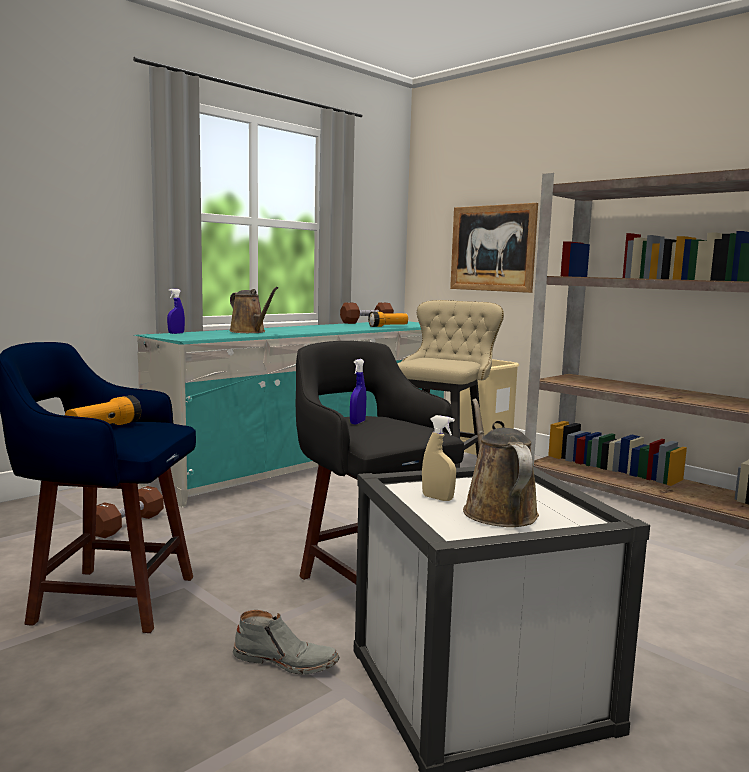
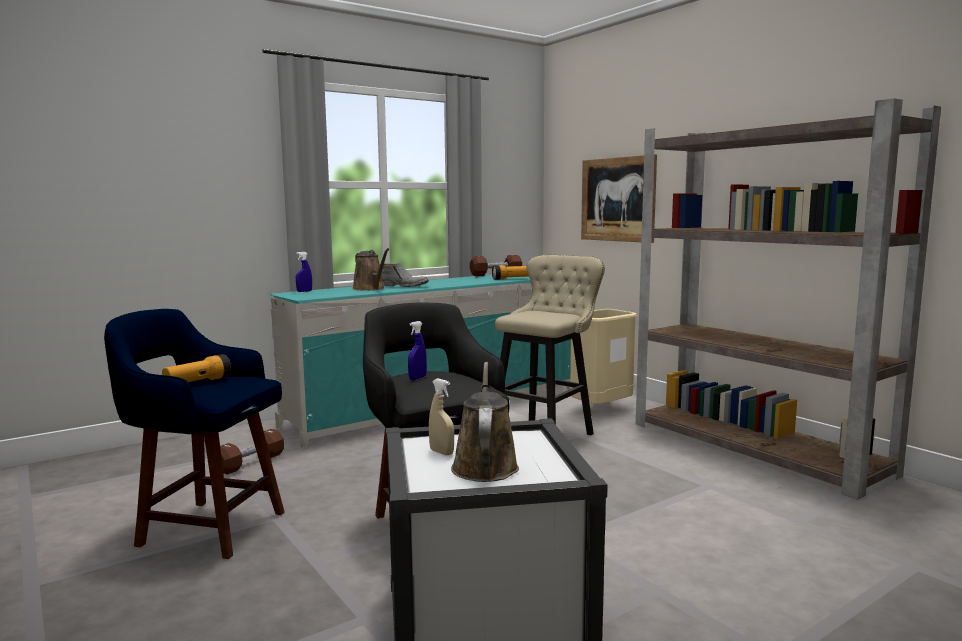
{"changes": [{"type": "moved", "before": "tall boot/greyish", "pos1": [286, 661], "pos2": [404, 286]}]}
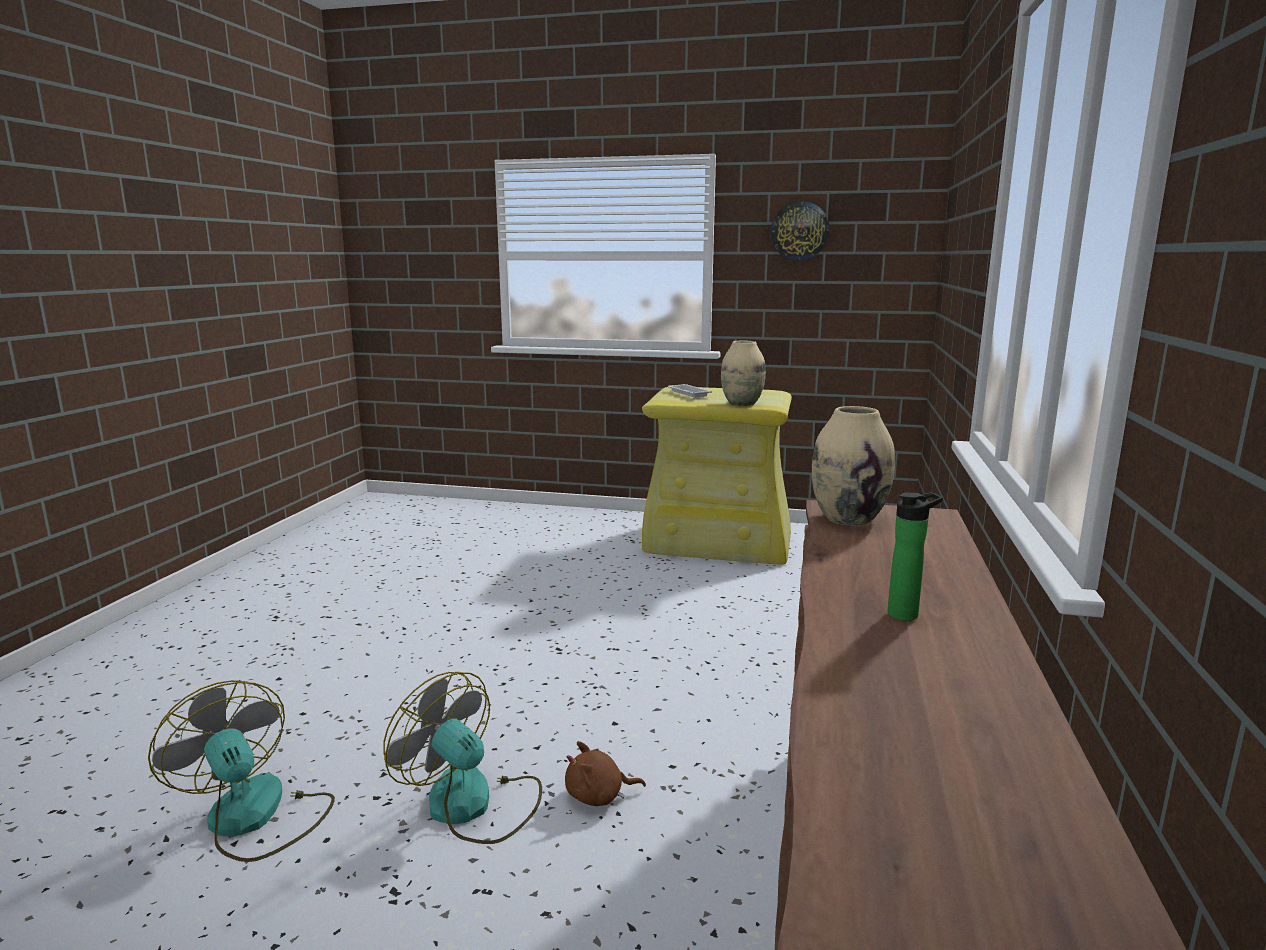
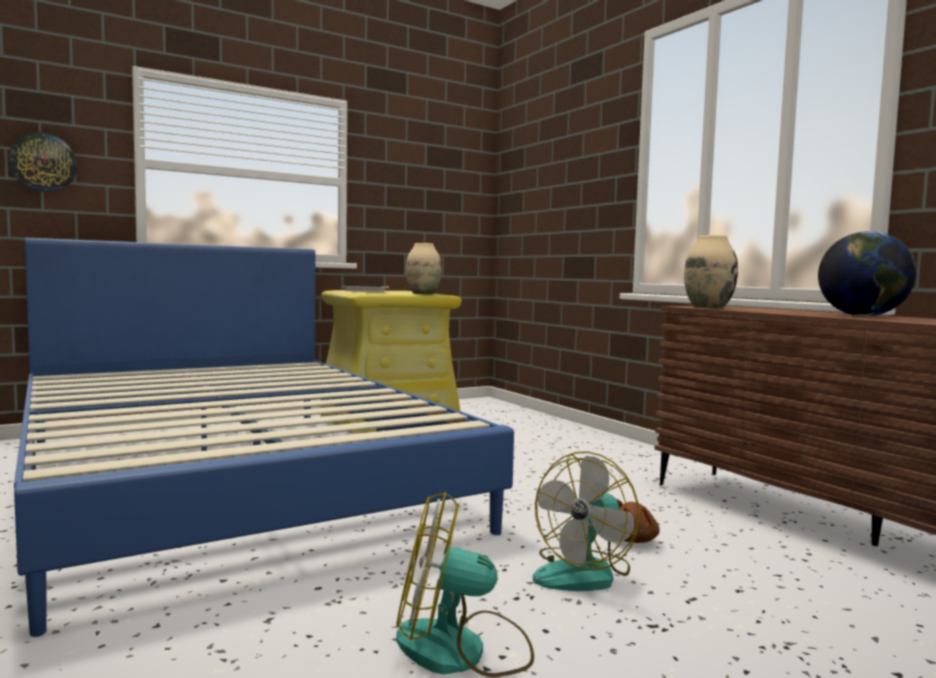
{"changes": [{"type": "moved", "before": "hanging clock", "pos1": [799, 231], "pos2": [43, 162]}, {"type": "added", "after": "bedroom bed/bluish", "pos2": [230, 481]}, {"type": "turned", "before": "electric fan", "pos1": [473, 805], "pos2": [584, 573], "turn": -45}, {"type": "replaced", "before": "drink bottle", "after": "desk globe", "pos1": [907, 614], "pos2": [863, 316]}]}
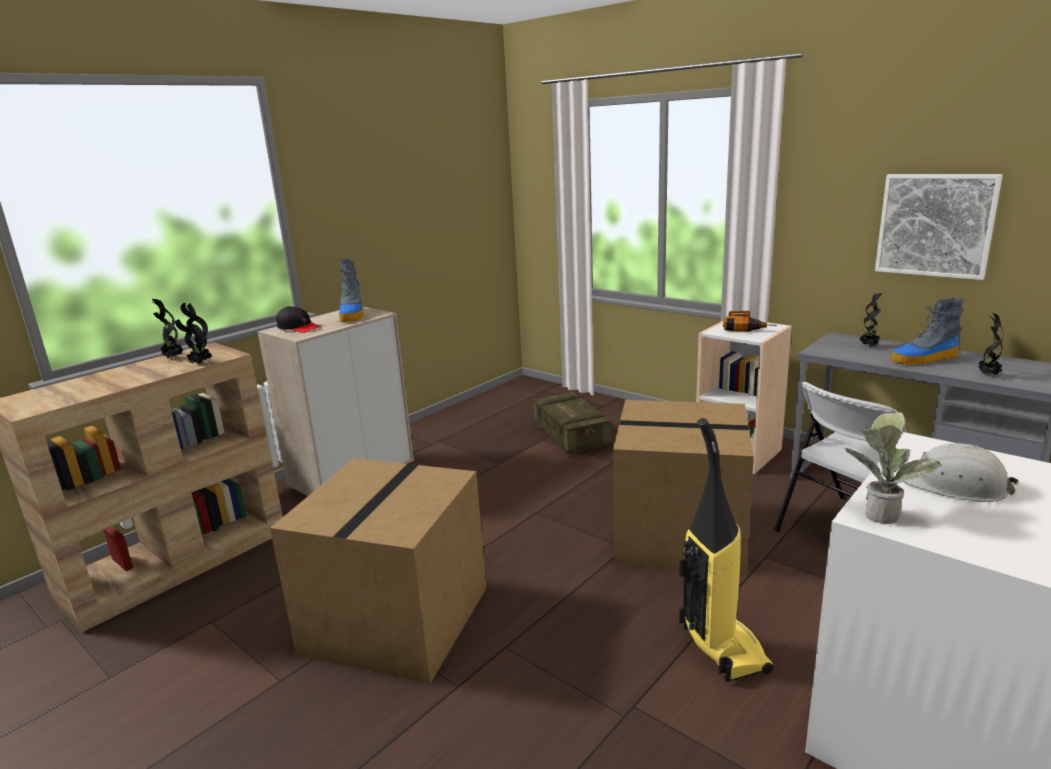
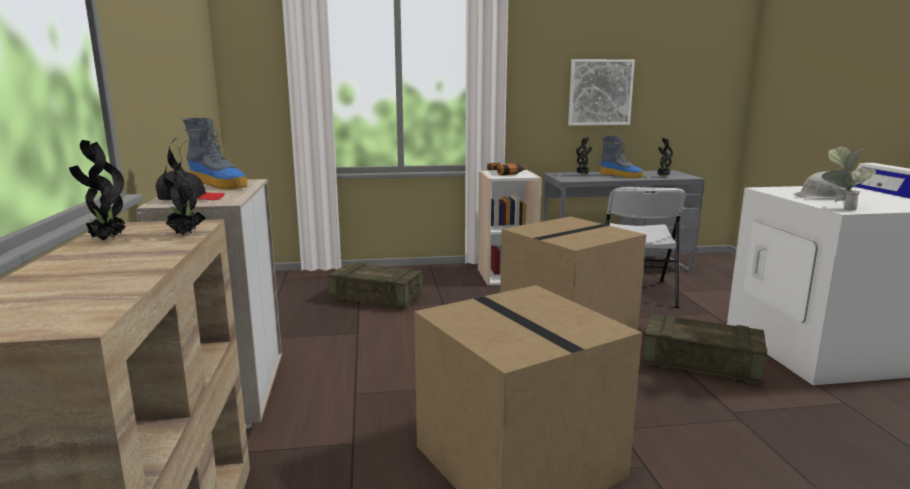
{"changes": [{"type": "turned", "before": "tall boot", "pos1": [924, 359], "pos2": [621, 175], "turn": -75}, {"type": "replaced", "before": "hoover", "after": "shipping crate", "pos1": [720, 647], "pos2": [700, 365]}]}
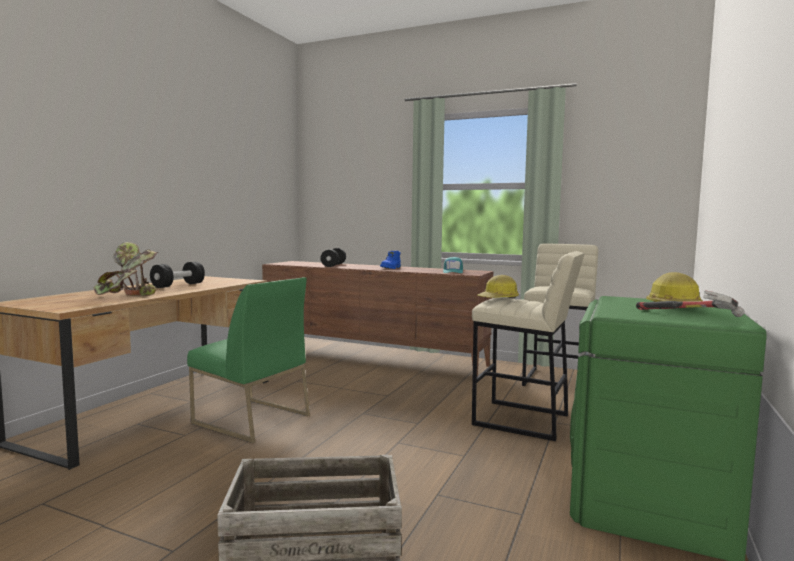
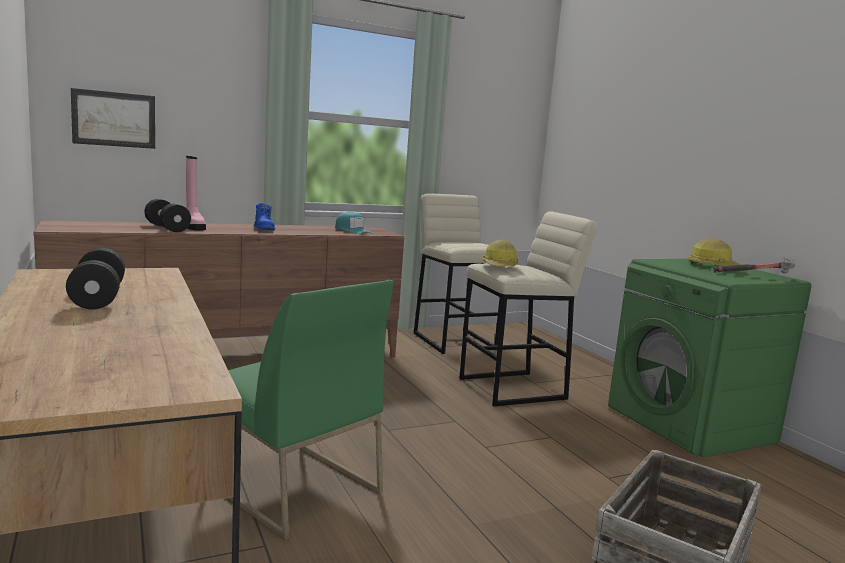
{"changes": [{"type": "added", "after": "wall art", "pos2": [114, 119]}, {"type": "added", "after": "tall boot/pinkish", "pos2": [193, 227]}, {"type": "turned", "before": "upright chair/green-coloured", "pos1": [250, 419], "pos2": [292, 487], "turn": 60}, {"type": "removed", "before": "plant in a pot", "pos1": [128, 296]}]}
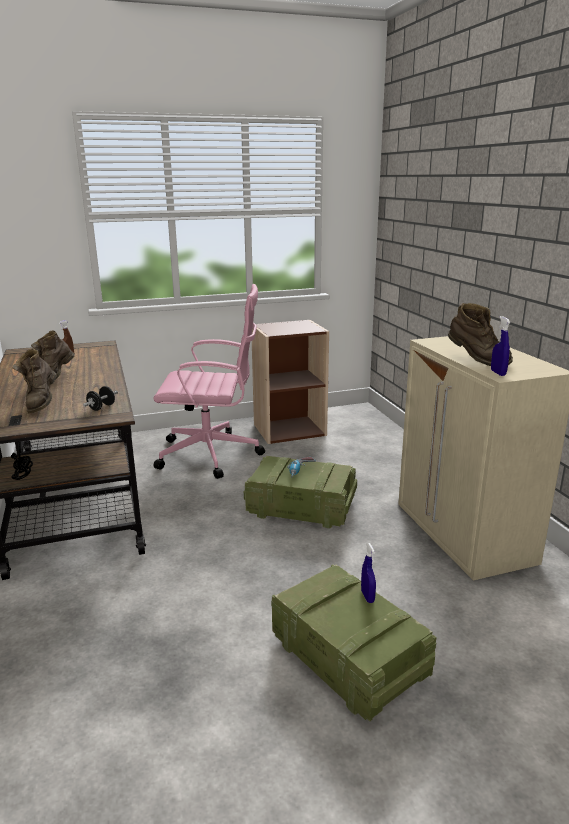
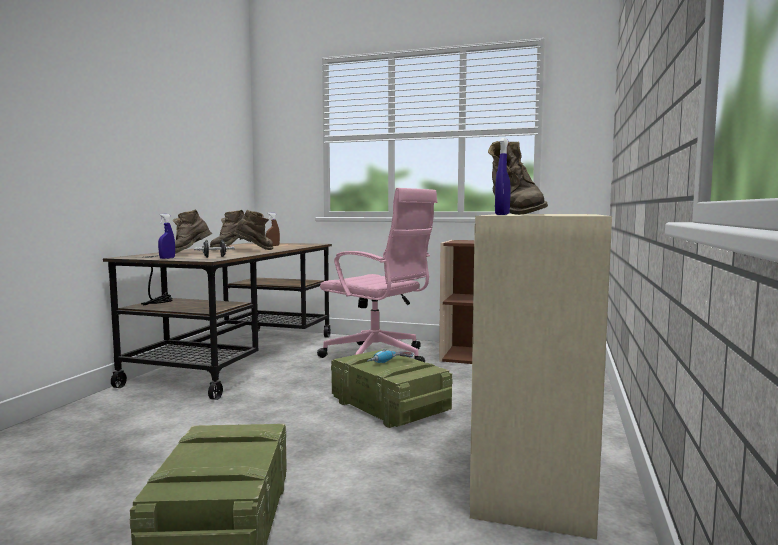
{"changes": [{"type": "moved", "before": "sprayer/bluish", "pos1": [367, 596], "pos2": [167, 258]}, {"type": "added", "after": "tall boot/brownish", "pos2": [255, 250]}]}
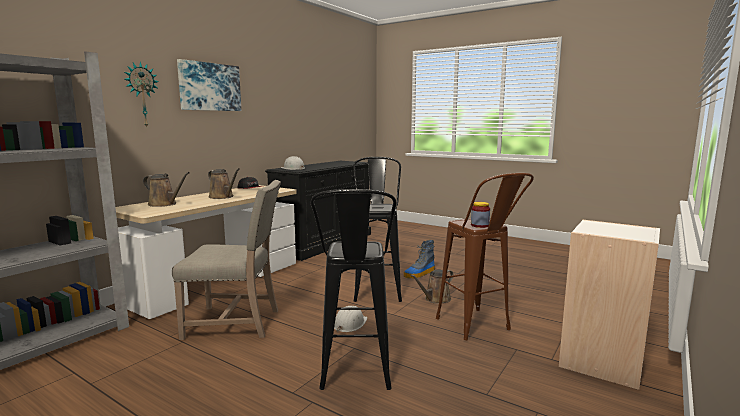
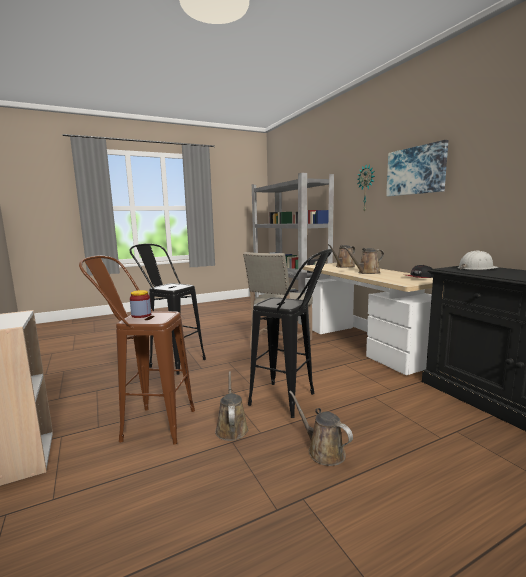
{"changes": [{"type": "replaced", "before": "tall boot", "after": "sprinkling can/brownish", "pos1": [419, 274], "pos2": [323, 451]}, {"type": "removed", "before": "work helmet/whitish", "pos1": [350, 324]}]}
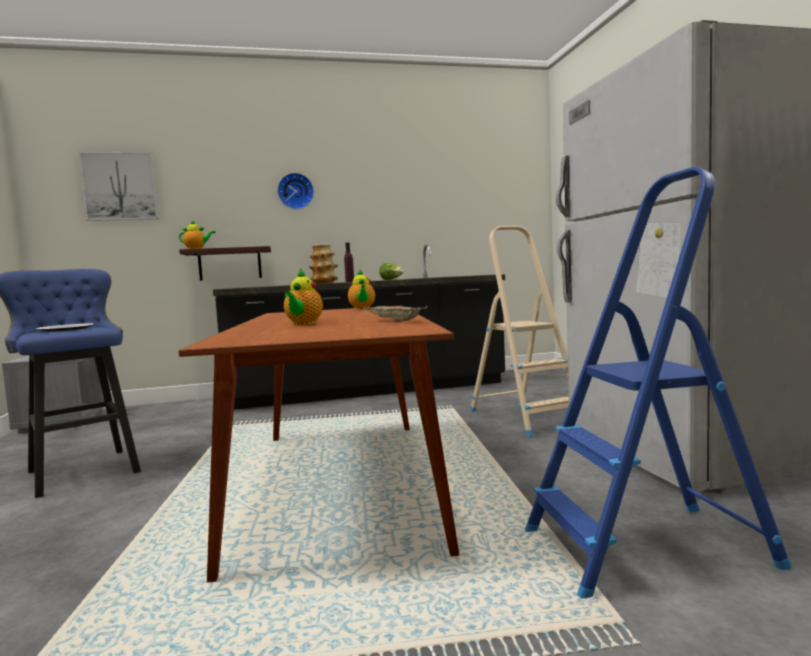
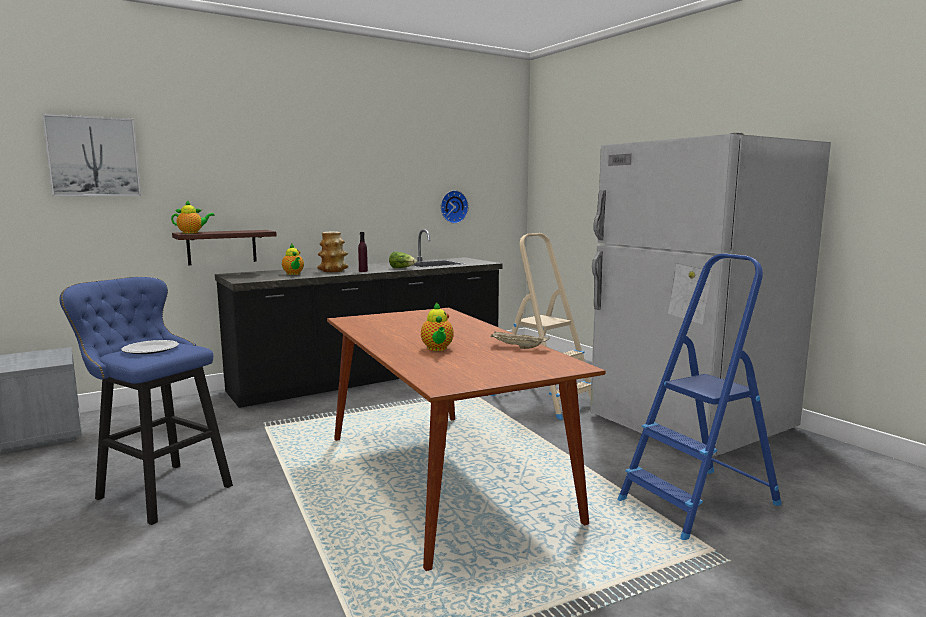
{"changes": [{"type": "moved", "before": "tea pot", "pos1": [362, 308], "pos2": [293, 274]}, {"type": "moved", "before": "hanging clock", "pos1": [295, 191], "pos2": [453, 206]}]}
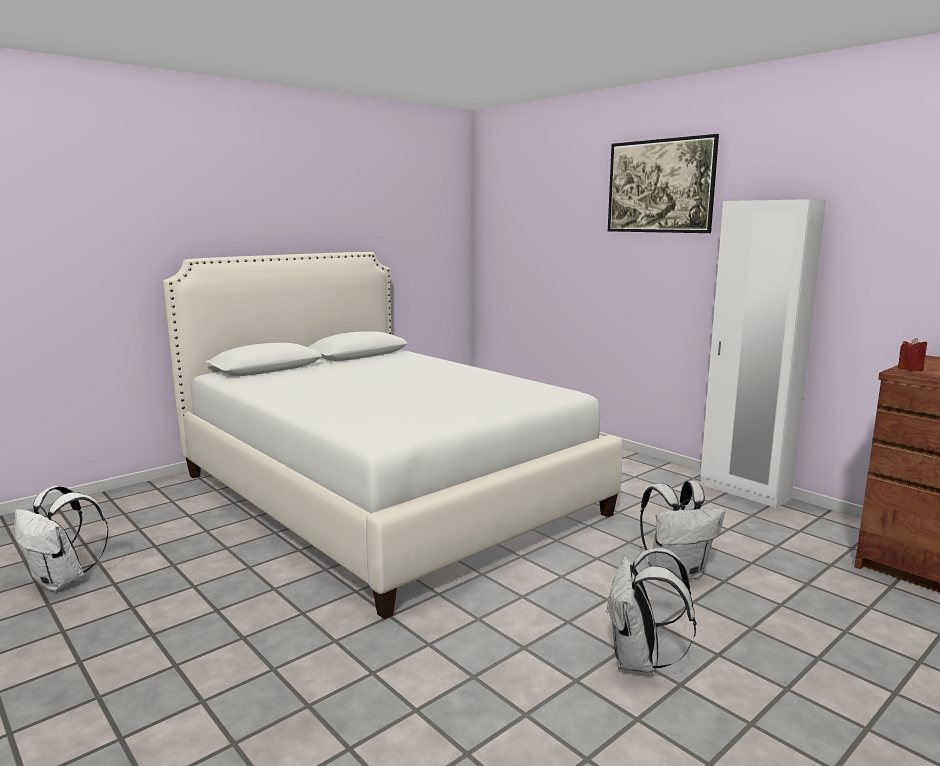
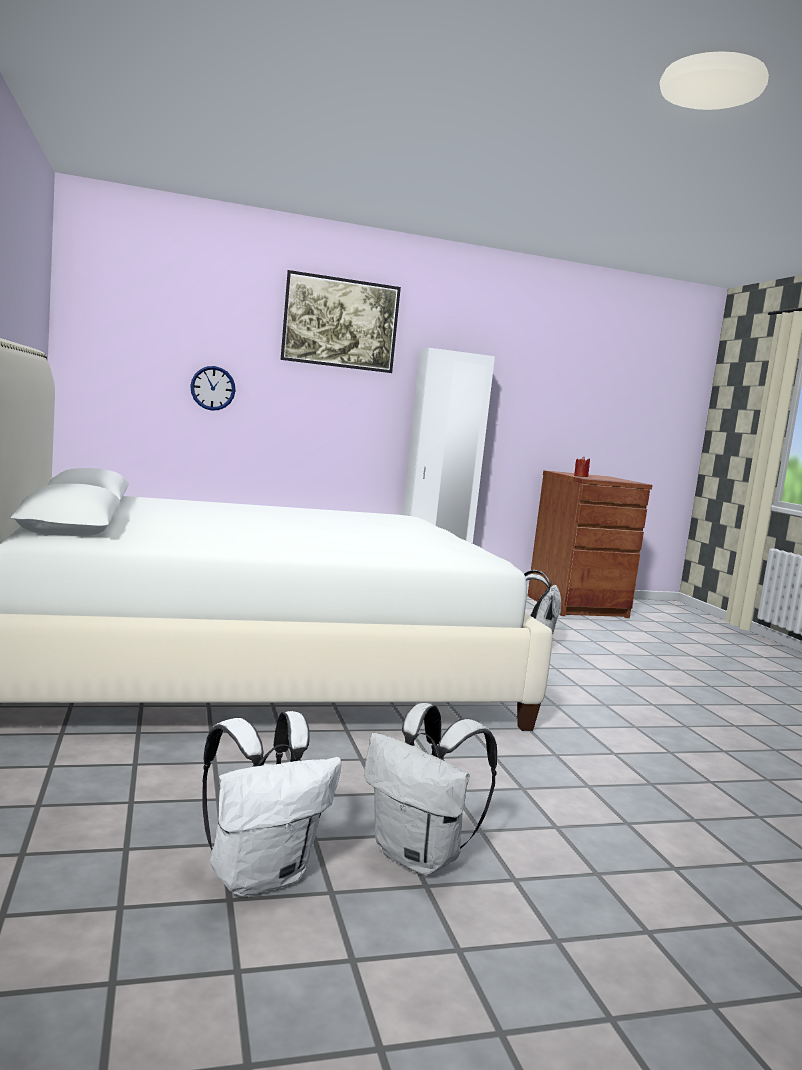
{"changes": [{"type": "added", "after": "hanging clock", "pos2": [213, 388]}, {"type": "moved", "before": "knapsack/whitish", "pos1": [639, 662], "pos2": [420, 857]}]}
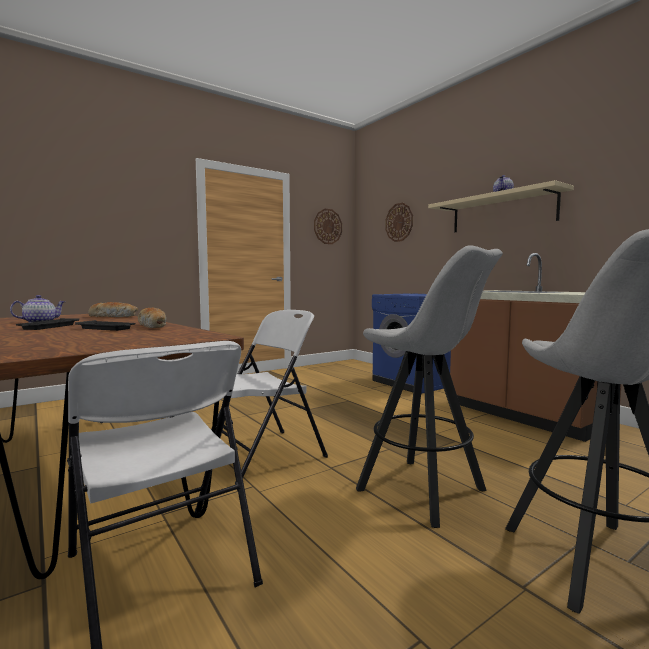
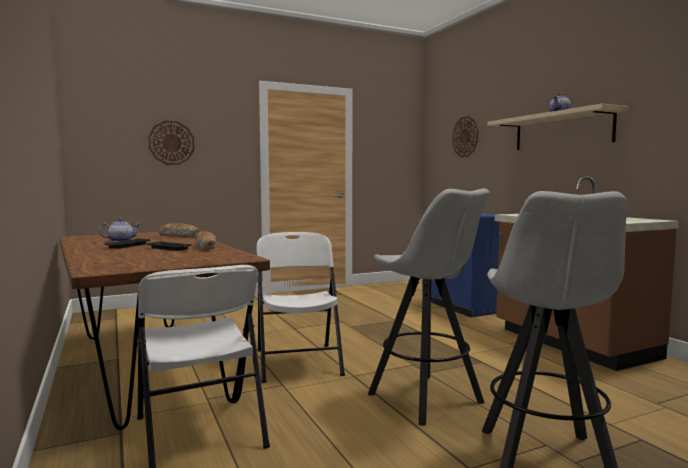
{"changes": [{"type": "moved", "before": "hanging clock", "pos1": [327, 226], "pos2": [171, 143]}, {"type": "turned", "before": "upright chair/whitish", "pos1": [263, 455], "pos2": [298, 362], "turn": -75}]}
